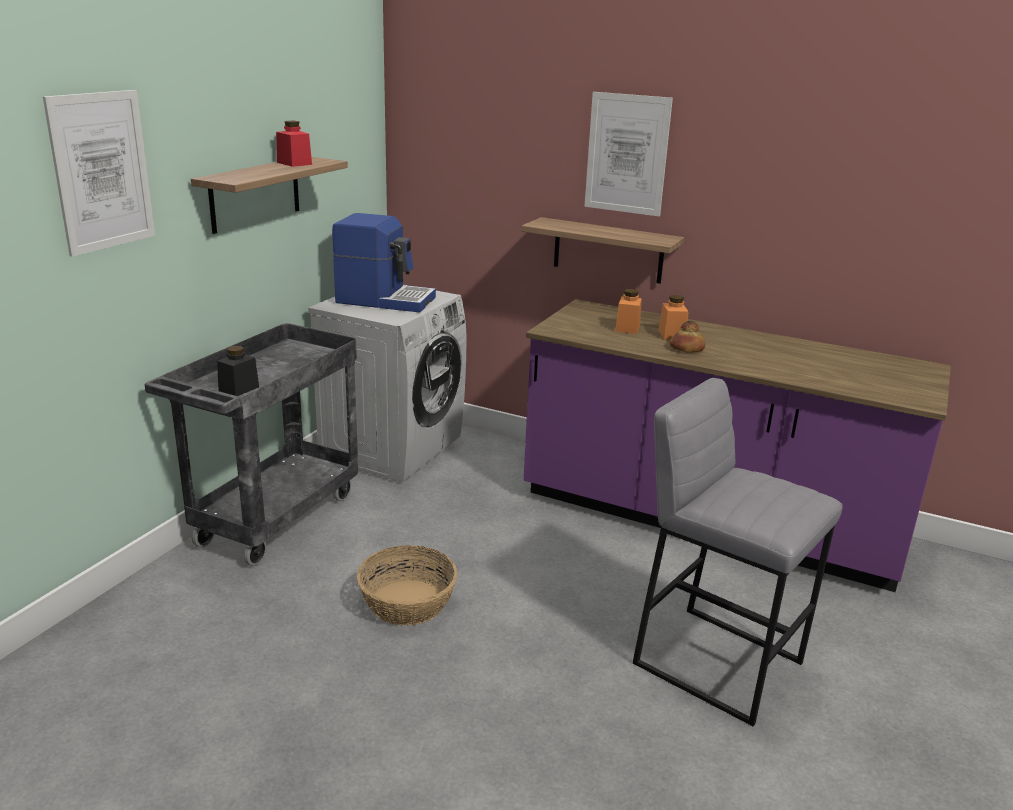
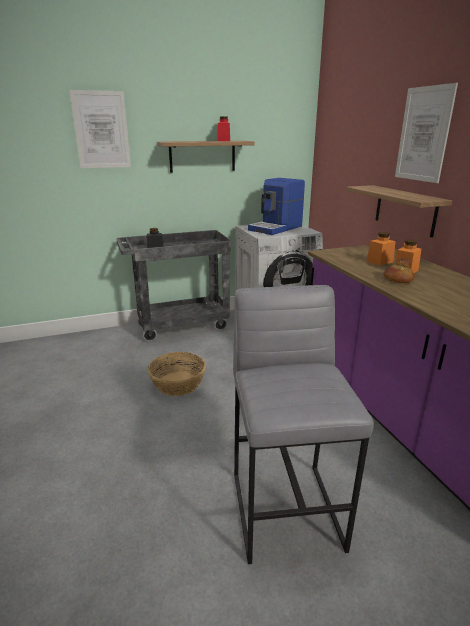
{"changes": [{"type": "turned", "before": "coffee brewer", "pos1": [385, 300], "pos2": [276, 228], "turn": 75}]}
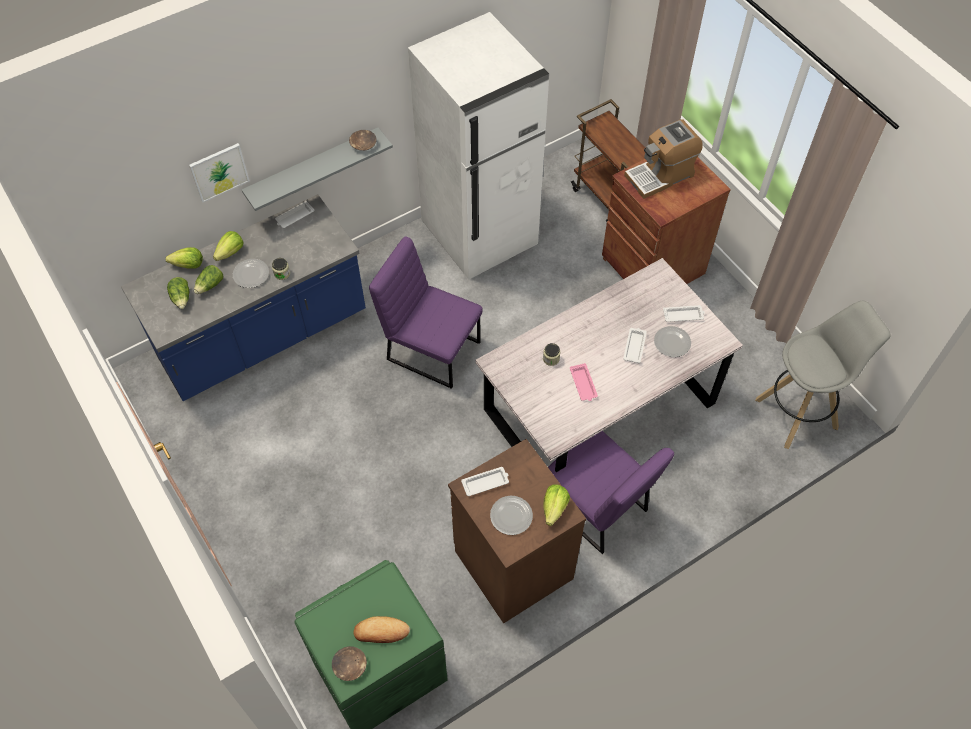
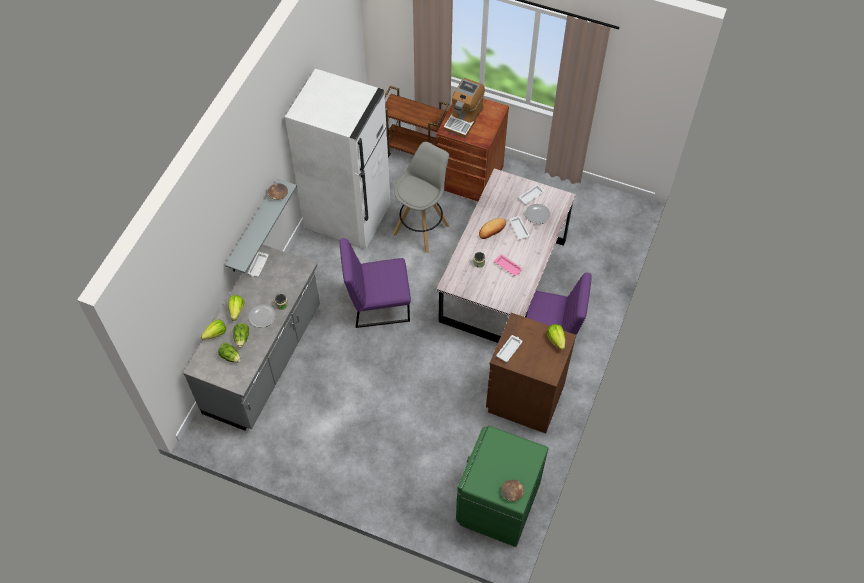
{"changes": [{"type": "recoloured", "before": "counter/bluish", "after": "counter/greyish", "pos1": [263, 336], "pos2": [264, 360]}, {"type": "moved", "before": "stool/greyish", "pos1": [799, 413], "pos2": [422, 228]}, {"type": "moved", "before": "bread", "pos1": [381, 632], "pos2": [492, 229]}, {"type": "removed", "before": "wall art", "pos1": [219, 172]}, {"type": "removed", "before": "flat dish", "pos1": [510, 516]}]}
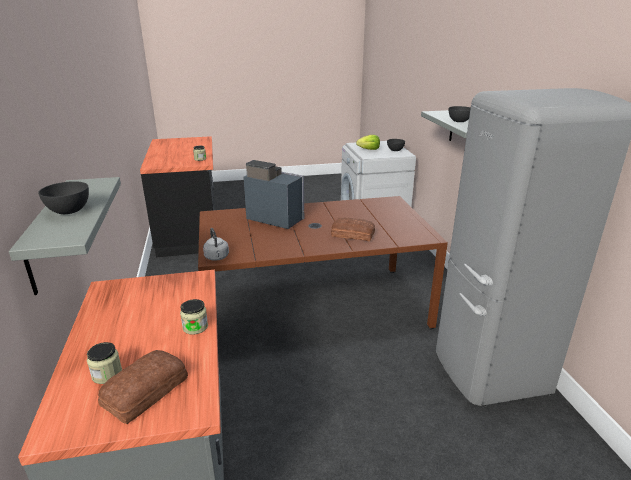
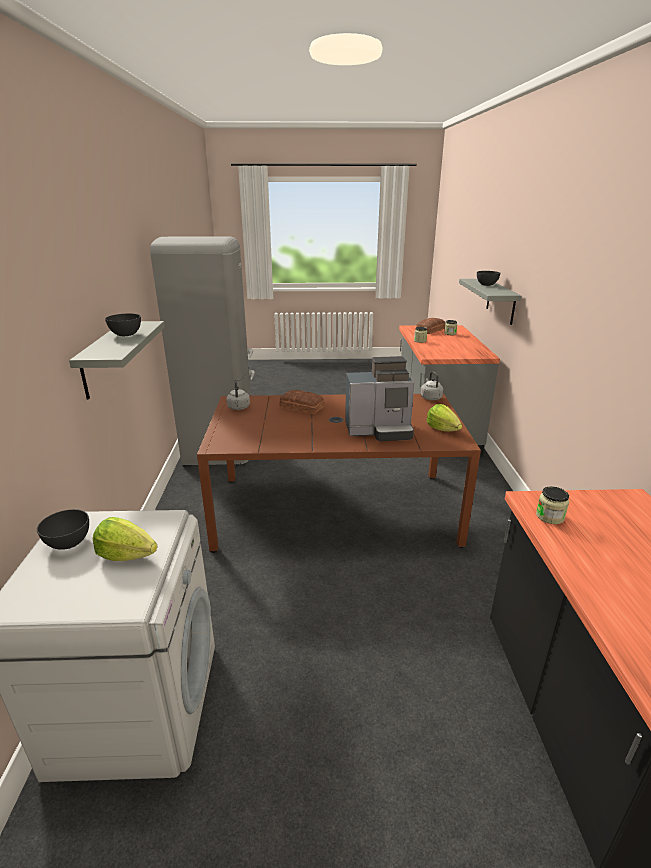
{"changes": [{"type": "added", "after": "tea kettle/greyish", "pos2": [238, 408]}, {"type": "turned", "before": "coffee brewer", "pos1": [275, 218], "pos2": [380, 430], "turn": -45}, {"type": "added", "after": "lettuce", "pos2": [442, 429]}]}
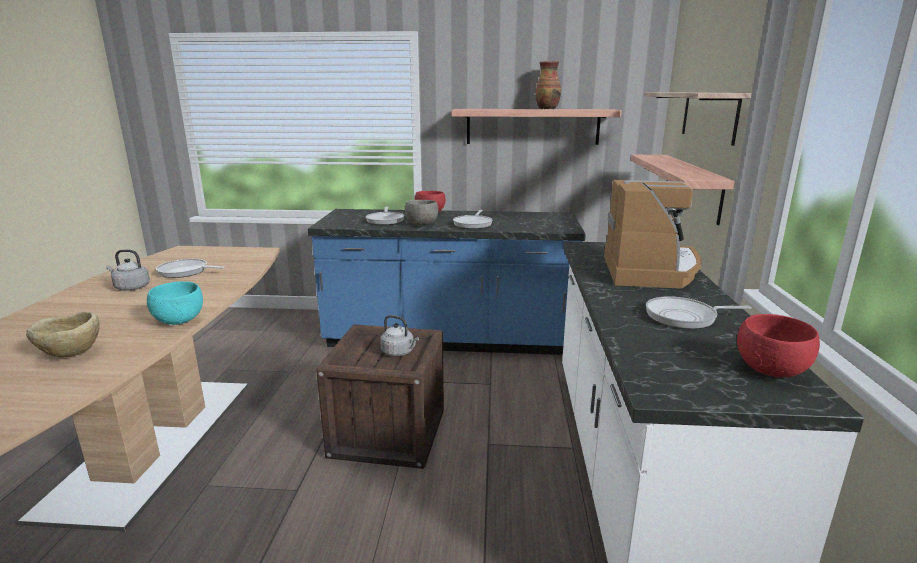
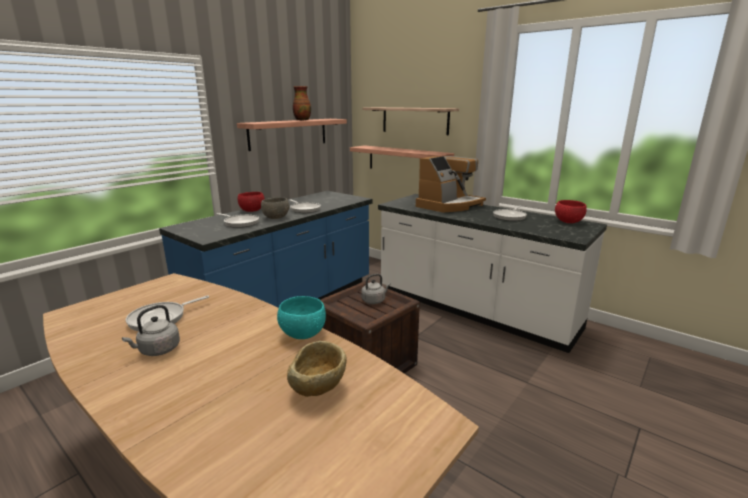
{"changes": [{"type": "turned", "before": "coffee brewer", "pos1": [650, 271], "pos2": [449, 205], "turn": 90}]}
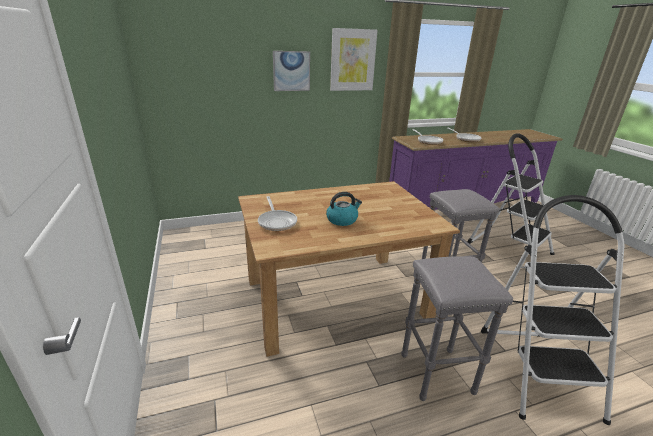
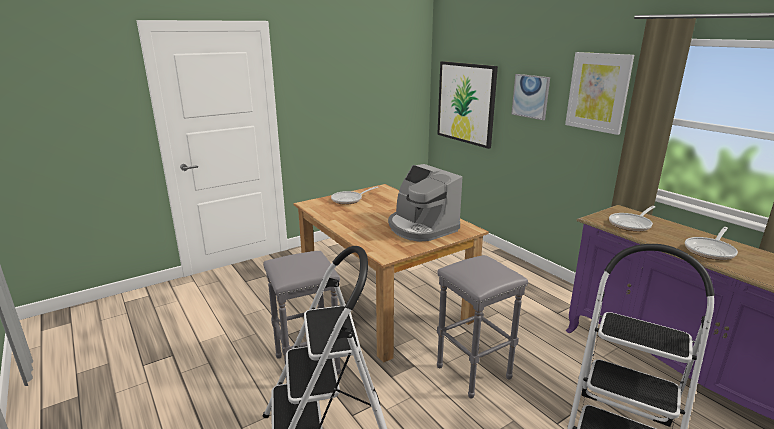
{"changes": [{"type": "added", "after": "coffee brewer", "pos2": [421, 227]}, {"type": "added", "after": "wall art", "pos2": [466, 103]}, {"type": "removed", "before": "tea kettle", "pos1": [342, 220]}]}
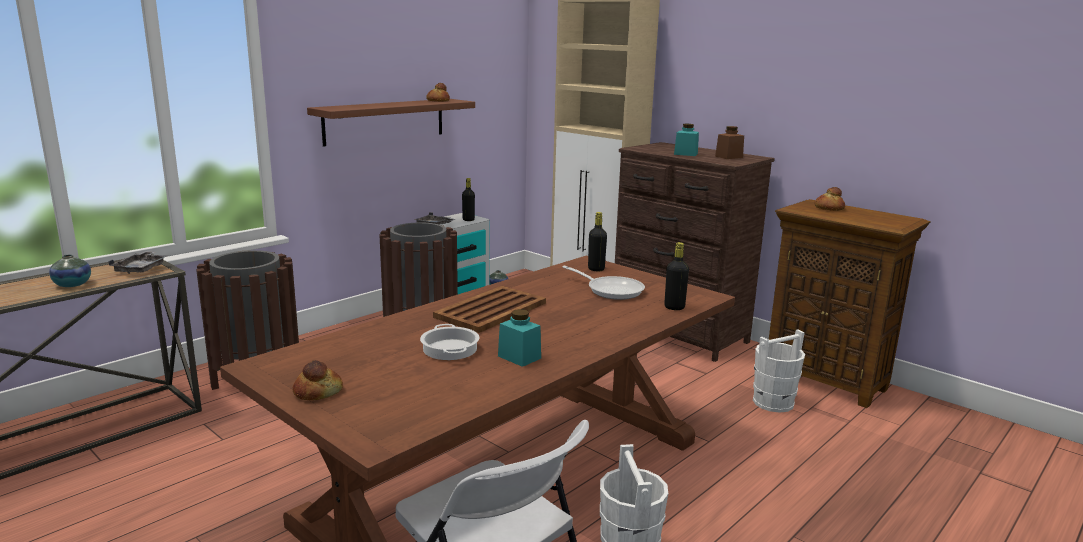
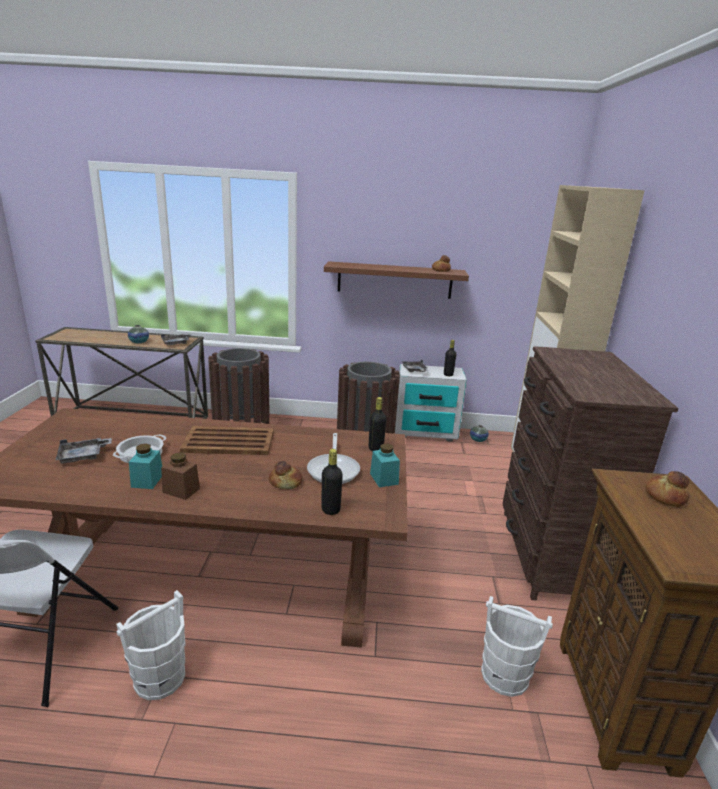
{"changes": [{"type": "added", "after": "serving tray/greyish", "pos2": [83, 456]}, {"type": "moved", "before": "storage jar/brownish", "pos1": [729, 157], "pos2": [181, 490]}, {"type": "moved", "before": "bread", "pos1": [318, 391], "pos2": [286, 482]}, {"type": "moved", "before": "storage jar/turquoise-coloured", "pos1": [685, 154], "pos2": [384, 479]}]}
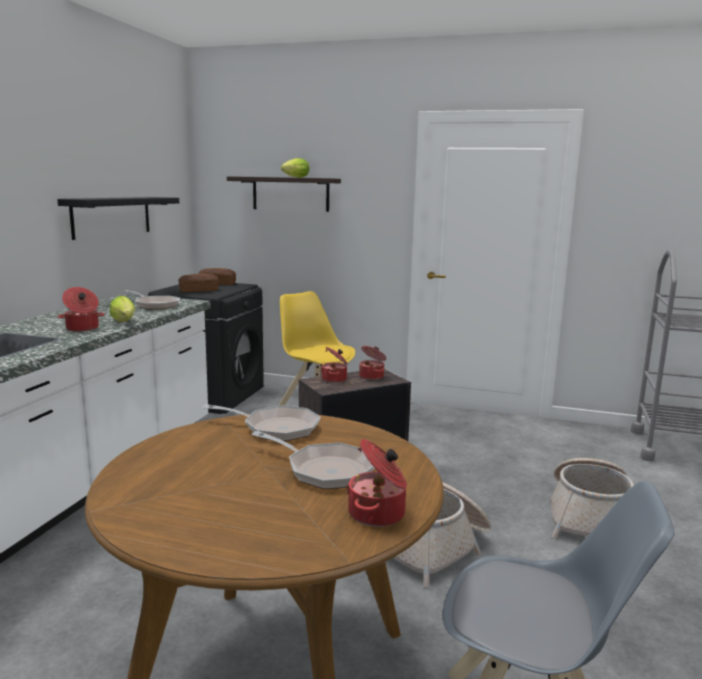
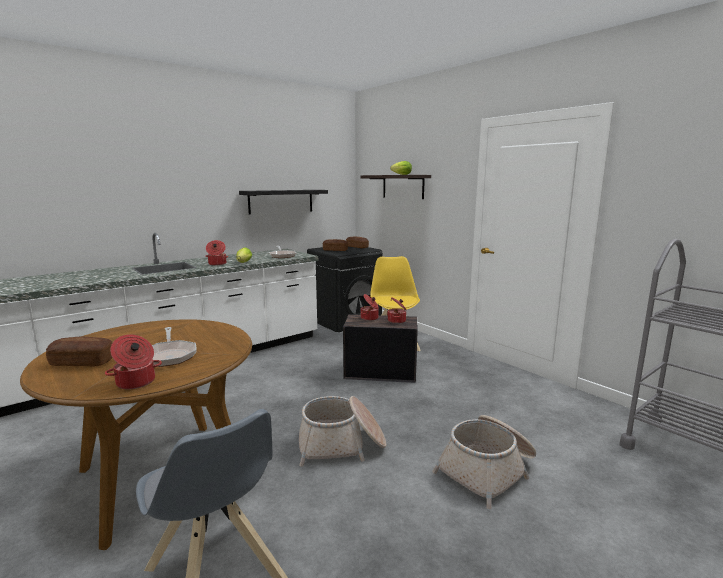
{"changes": [{"type": "added", "after": "bread", "pos2": [82, 362]}, {"type": "removed", "before": "skillet", "pos1": [275, 428]}]}
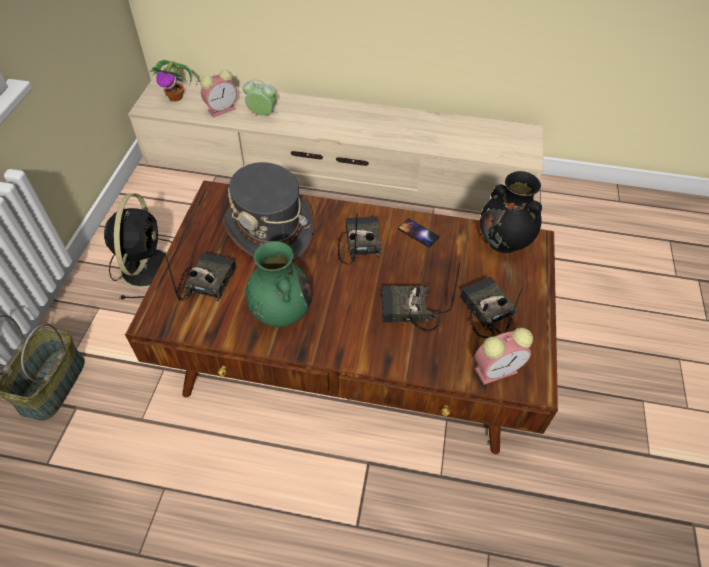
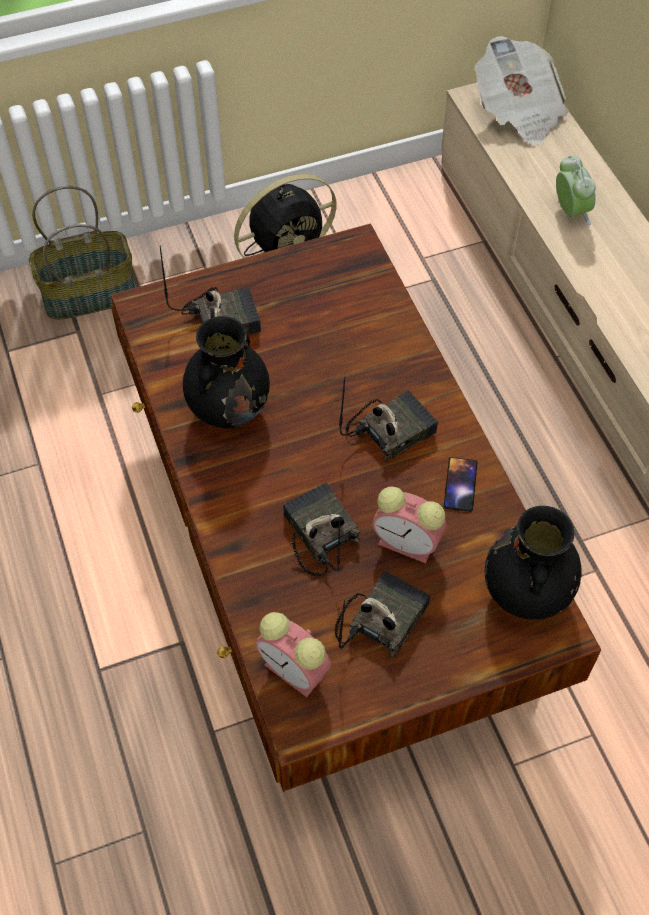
{"changes": [{"type": "recoloured", "before": "decorative vase/green-coloured", "after": "decorative vase/blackish", "pos1": [281, 312], "pos2": [229, 408]}, {"type": "moved", "before": "bedside clock", "pos1": [222, 109], "pos2": [409, 543]}, {"type": "replaced", "before": "plant in a pot", "after": "newspaper", "pos1": [176, 97], "pos2": [518, 112]}, {"type": "removed", "before": "clothing hat/greyish", "pos1": [270, 229]}]}
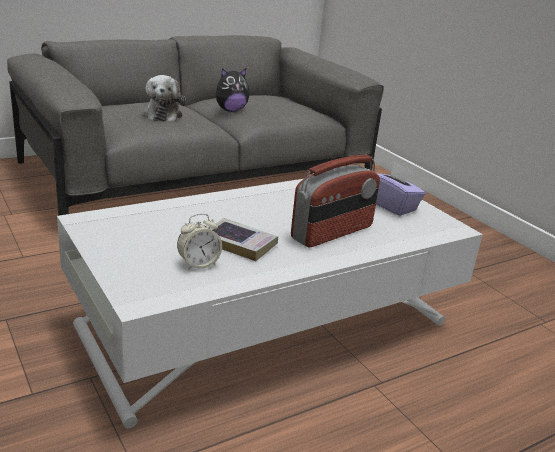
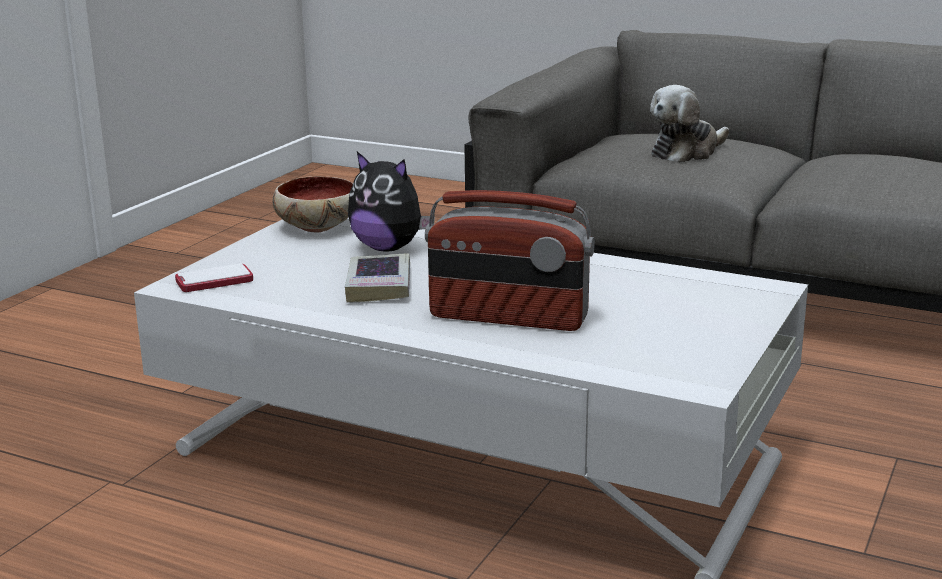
{"changes": [{"type": "added", "after": "telephone", "pos2": [214, 280]}, {"type": "added", "after": "bowl", "pos2": [316, 227]}, {"type": "moved", "before": "soft toy", "pos1": [230, 110], "pos2": [389, 248]}, {"type": "removed", "before": "bedside clock", "pos1": [198, 264]}, {"type": "removed", "before": "tissue box/purple", "pos1": [391, 205]}]}
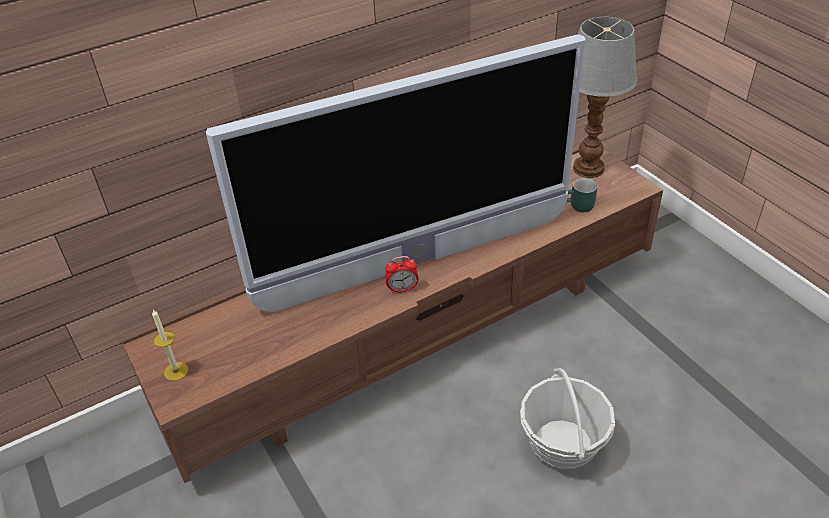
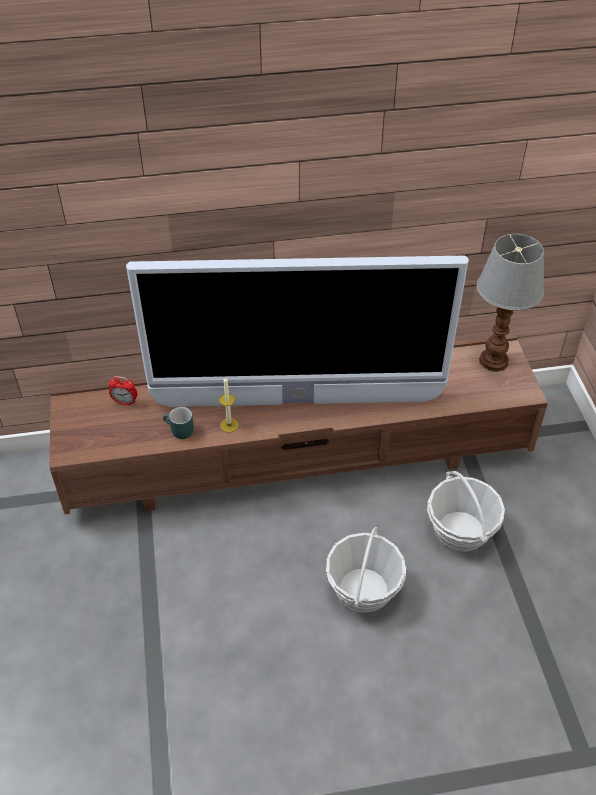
{"changes": [{"type": "moved", "before": "bedside clock", "pos1": [402, 289], "pos2": [125, 402]}, {"type": "moved", "before": "coffee mug/turquoise-coloured", "pos1": [578, 207], "pos2": [178, 431]}, {"type": "moved", "before": "candle", "pos1": [176, 371], "pos2": [229, 425]}, {"type": "added", "after": "household basket", "pos2": [460, 531]}]}
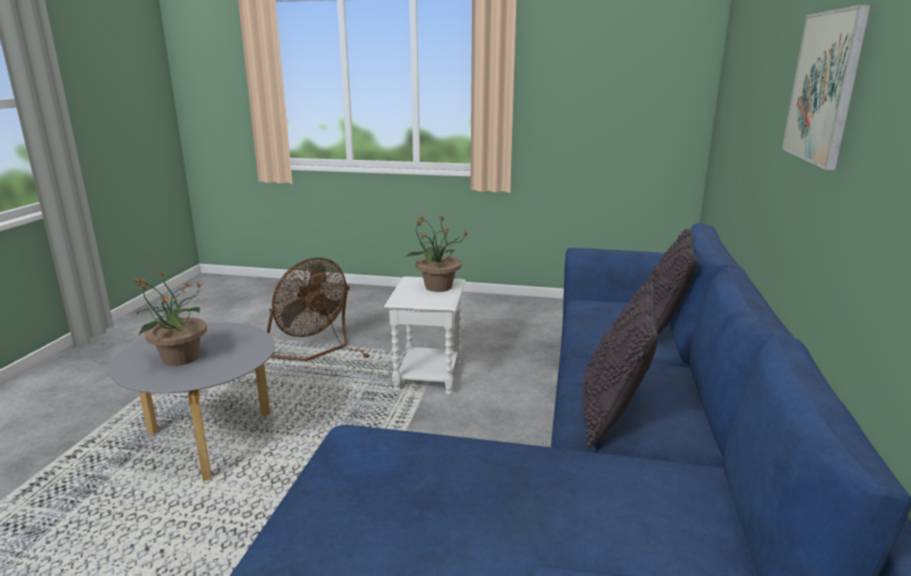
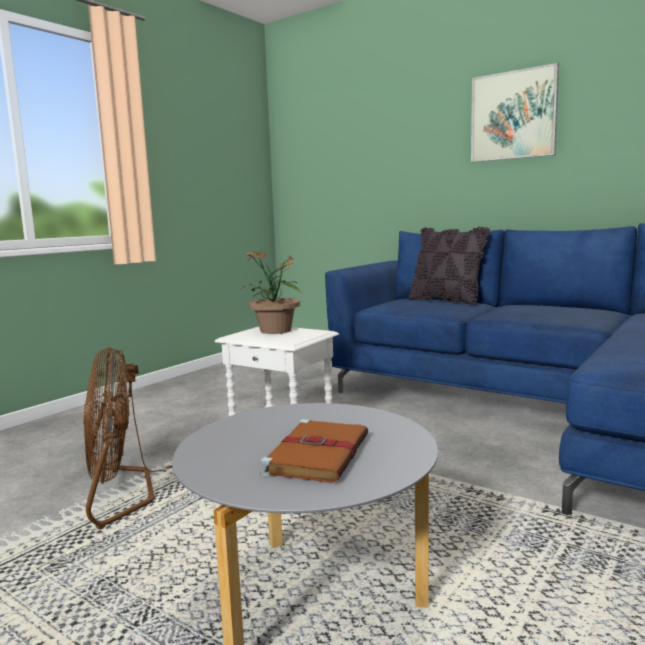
{"changes": [{"type": "replaced", "before": "plant in a pot", "after": "bound book/brownish", "pos1": [179, 358], "pos2": [318, 453]}, {"type": "removed", "before": "cushion/blackish", "pos1": [612, 415]}]}
